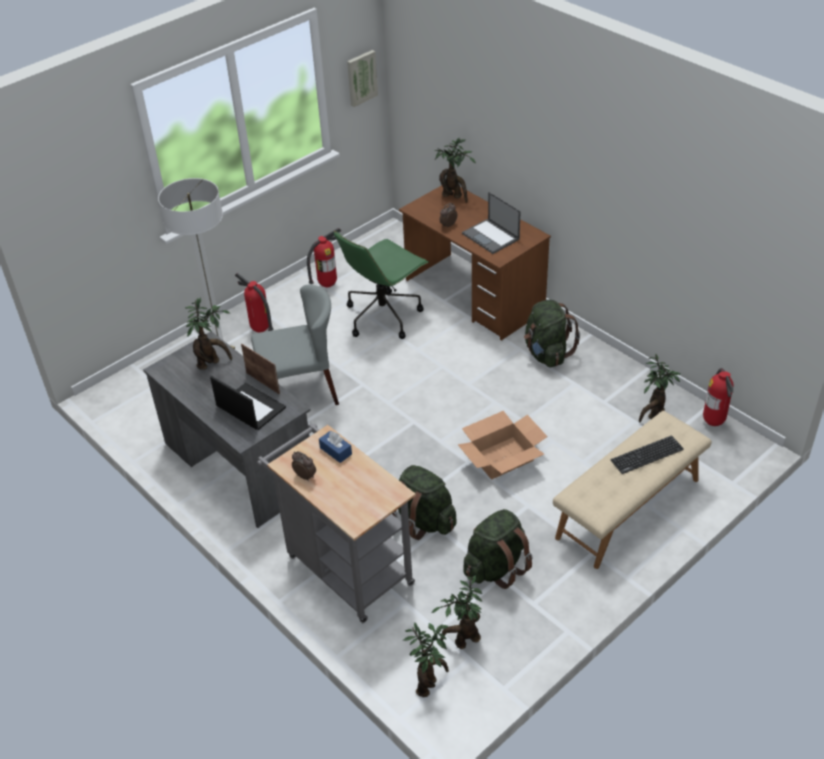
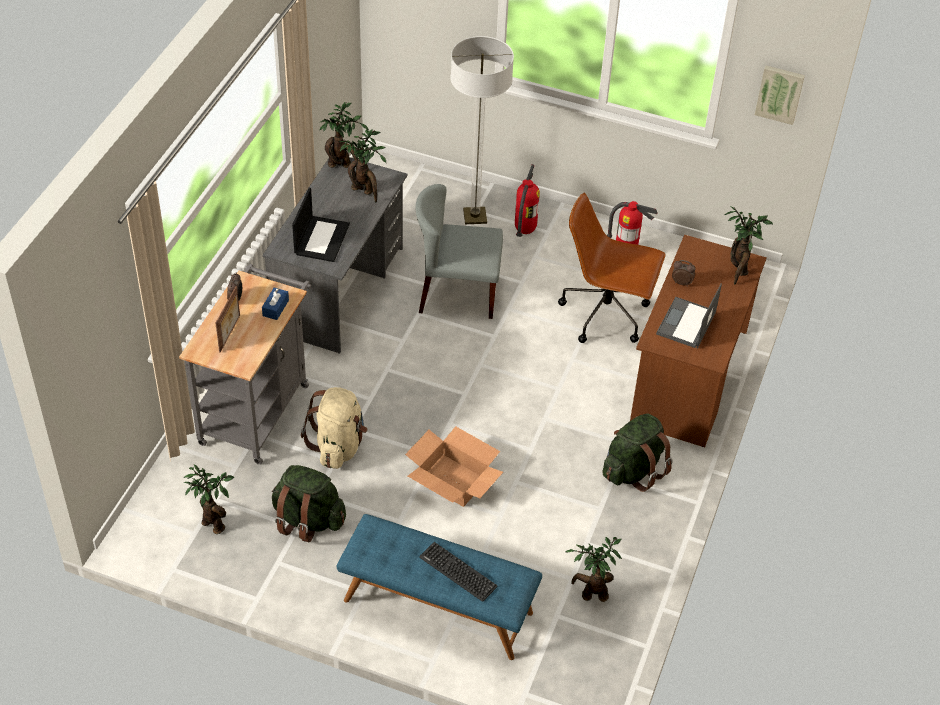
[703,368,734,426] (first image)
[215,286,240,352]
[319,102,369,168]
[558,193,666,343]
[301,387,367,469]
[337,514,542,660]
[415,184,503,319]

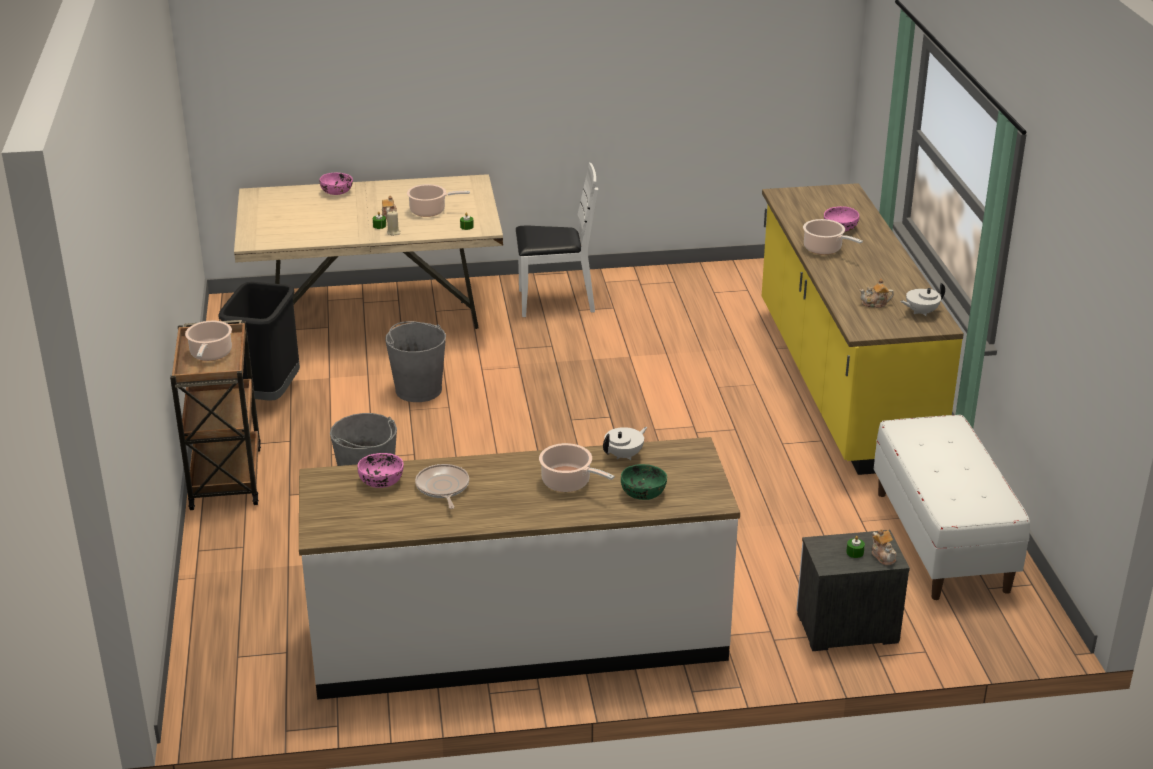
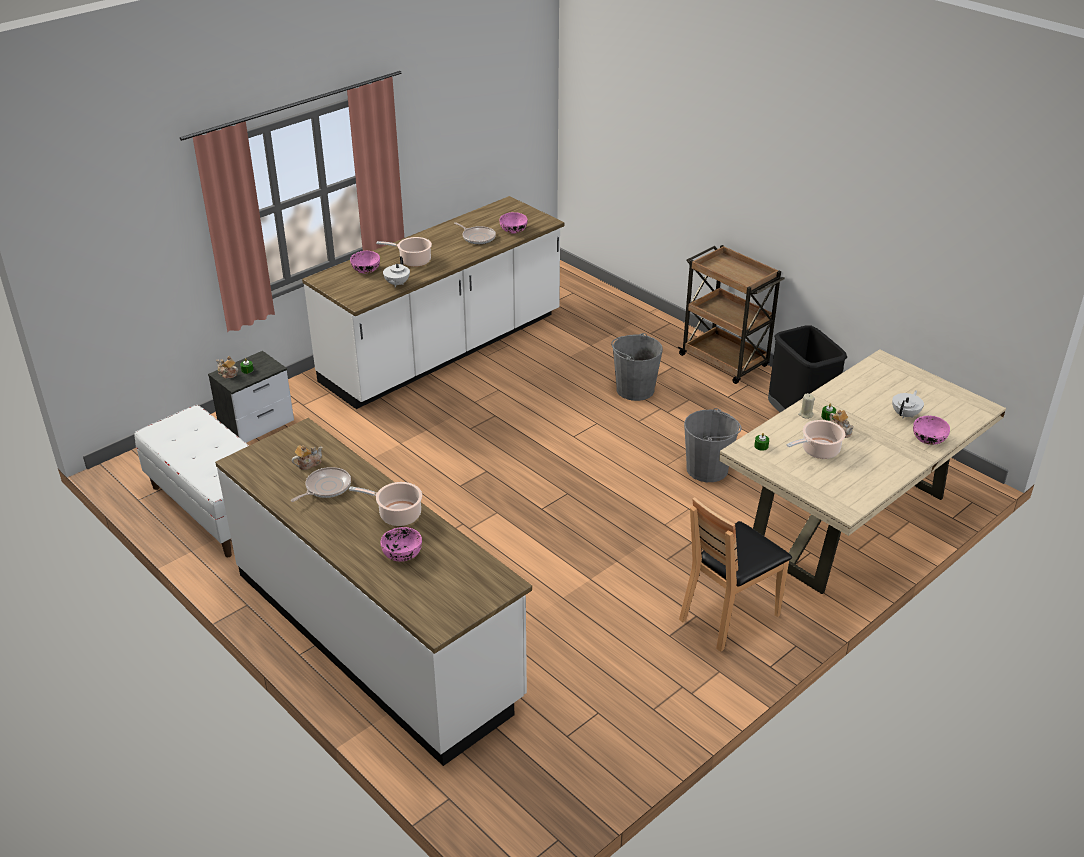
[185,320,232,361] (first image)
[291,467,351,502]
[892,390,924,418]
[679,497,792,652]
[350,251,380,273]
[215,418,532,766]

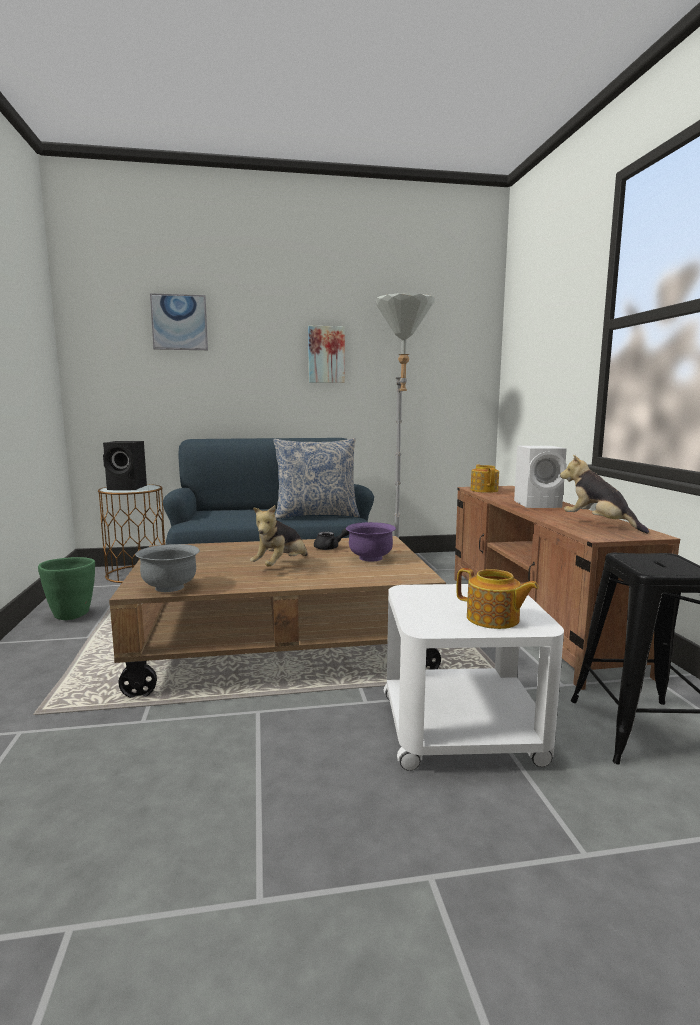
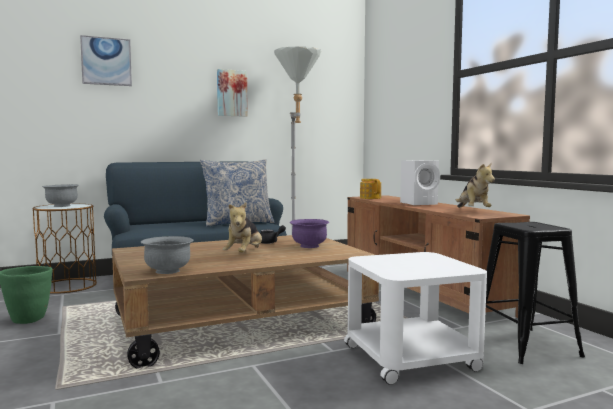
[456,568,539,629] (first image)
[42,184,79,207]
[456,162,495,208]

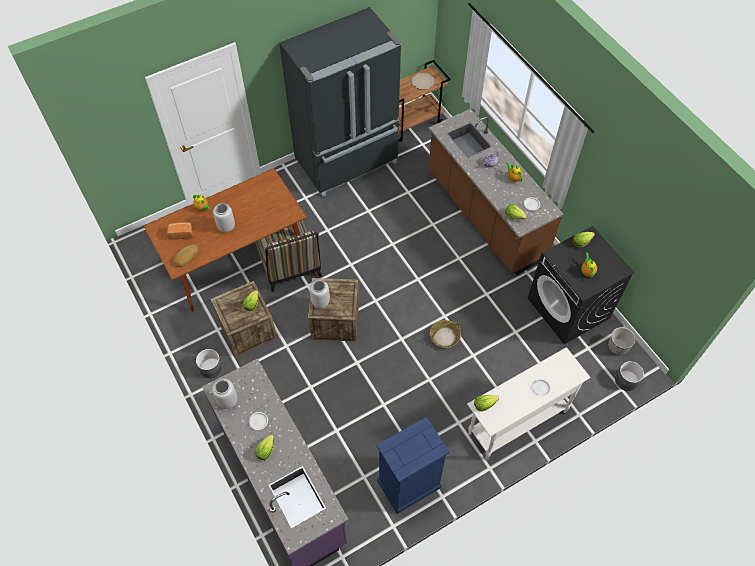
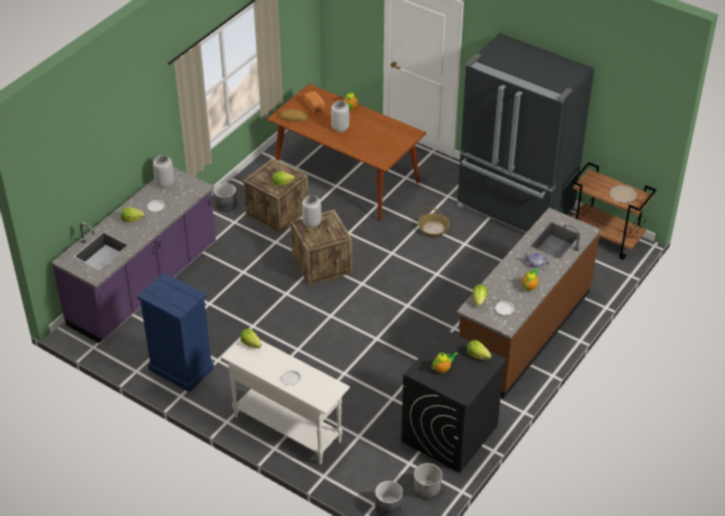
[255,220,322,292] (first image)
[418,207,450,237]

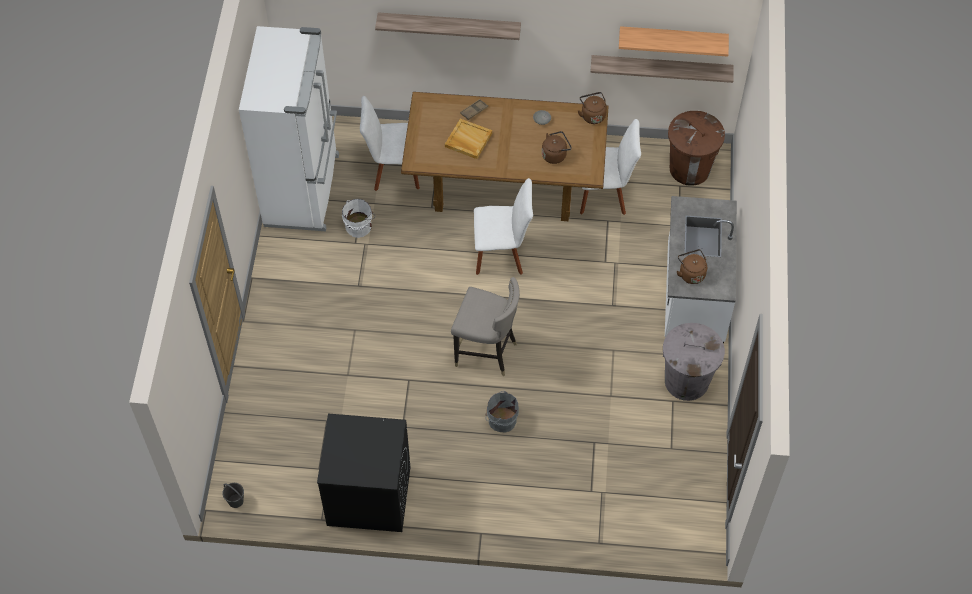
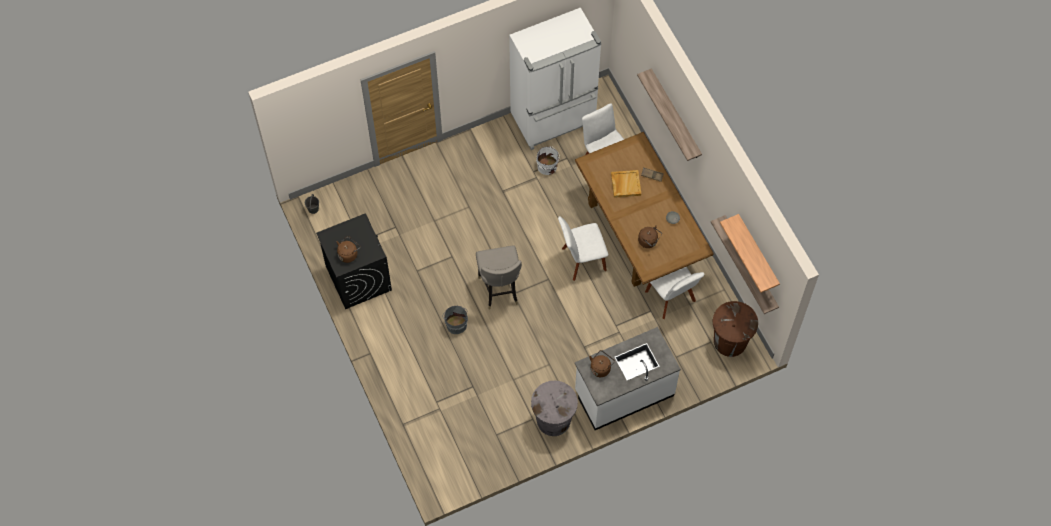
[337,236,360,263]
[558,216,608,281]

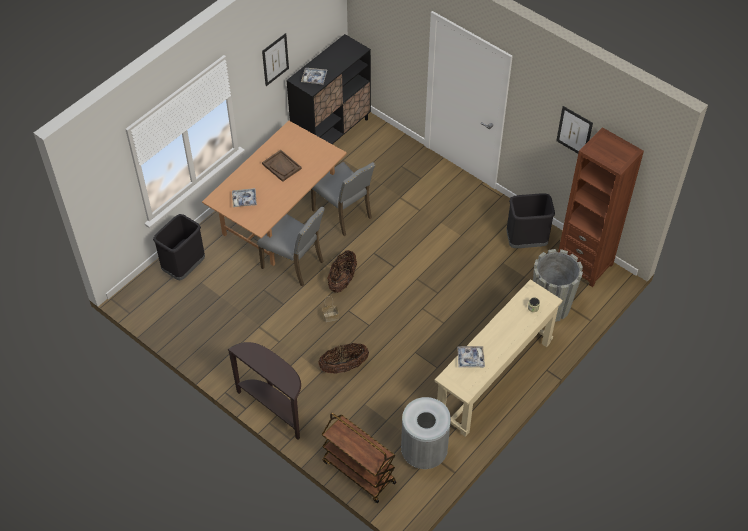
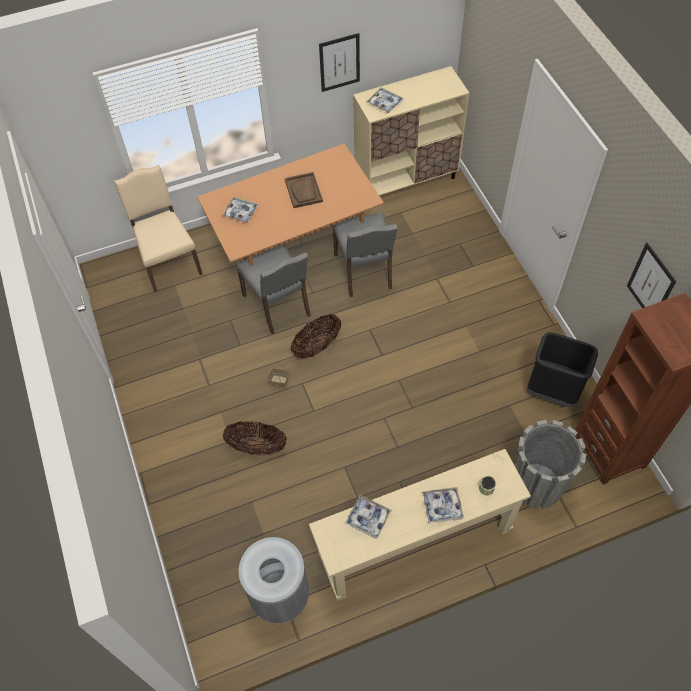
[227,342,301,440] (first image)
[322,413,396,503] (first image)
[423,487,464,523]
[114,165,202,292]
[353,66,469,196]

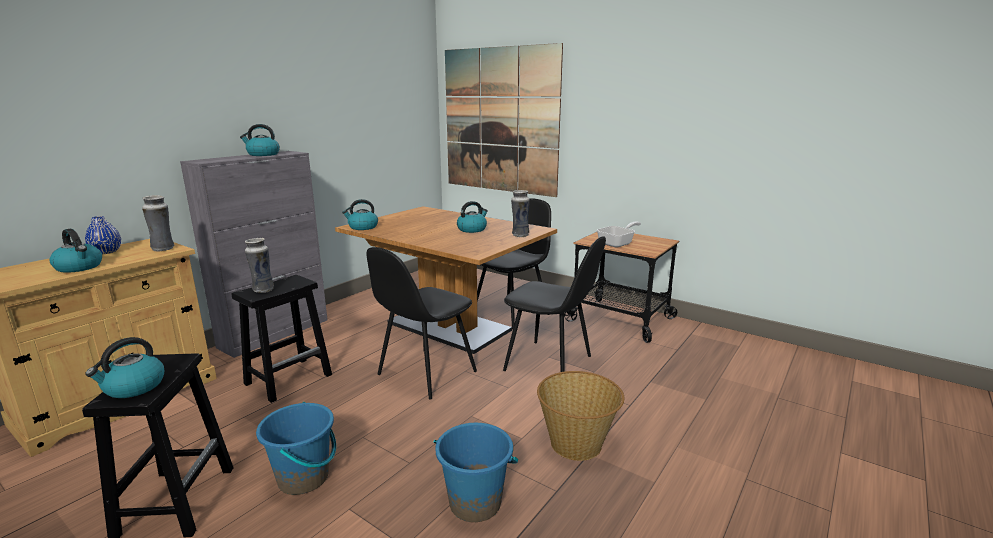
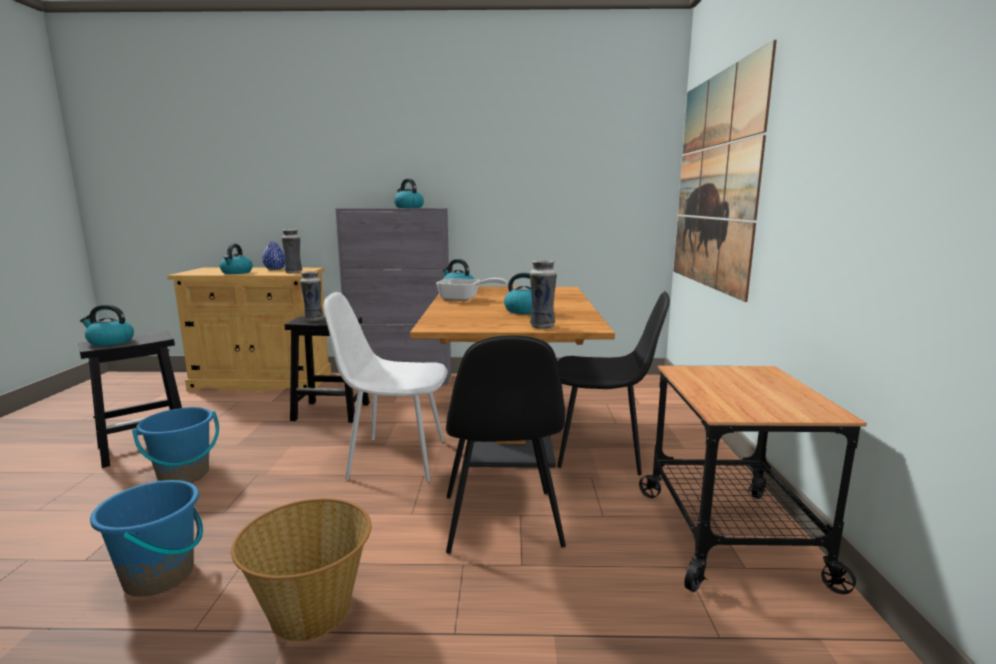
[436,278,507,301]
[324,292,448,482]

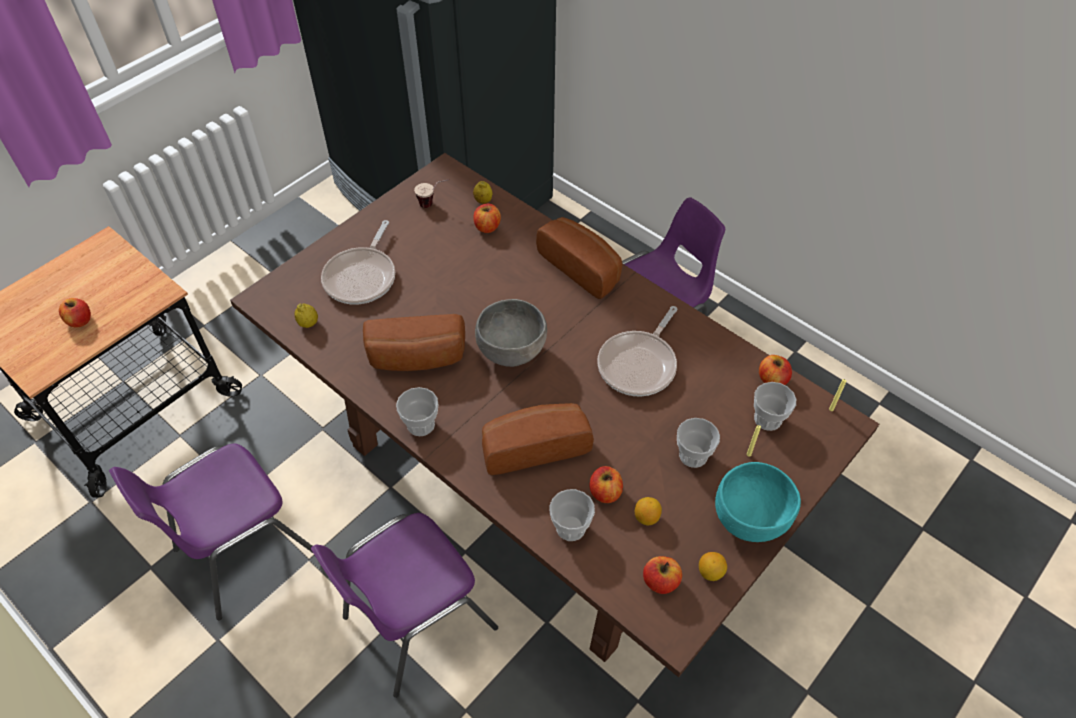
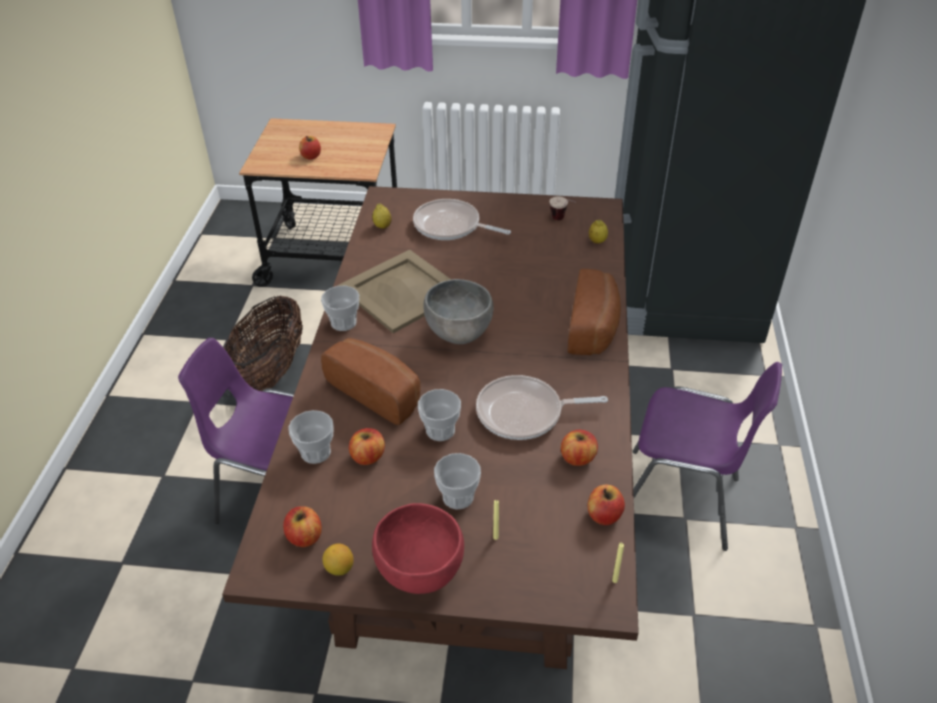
[635,497,662,525] (first image)
[561,430,598,466]
[418,389,461,441]
[224,296,303,391]
[338,250,451,333]
[372,503,464,594]
[413,199,511,240]

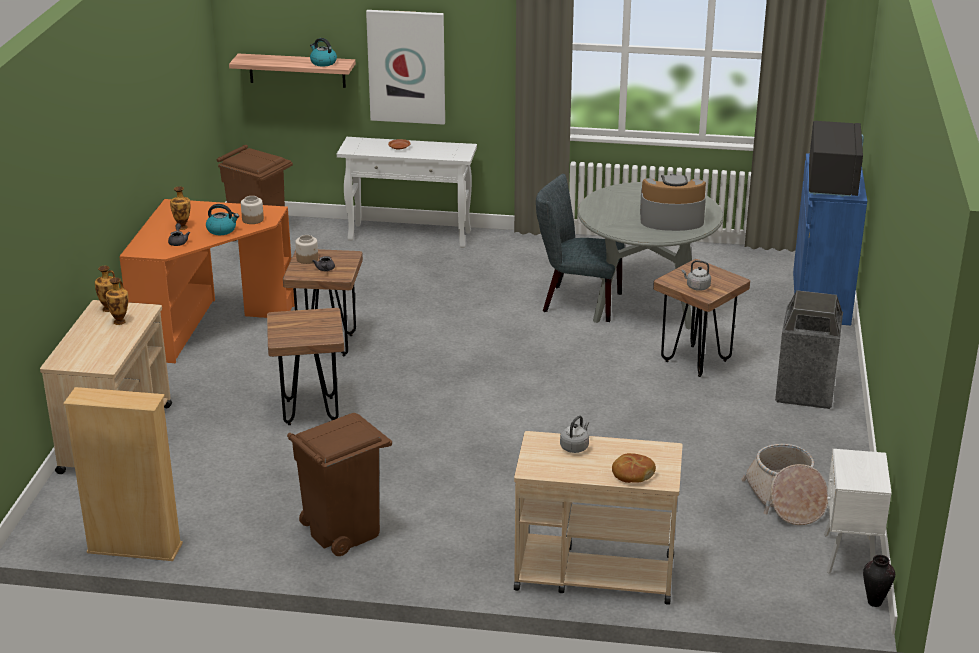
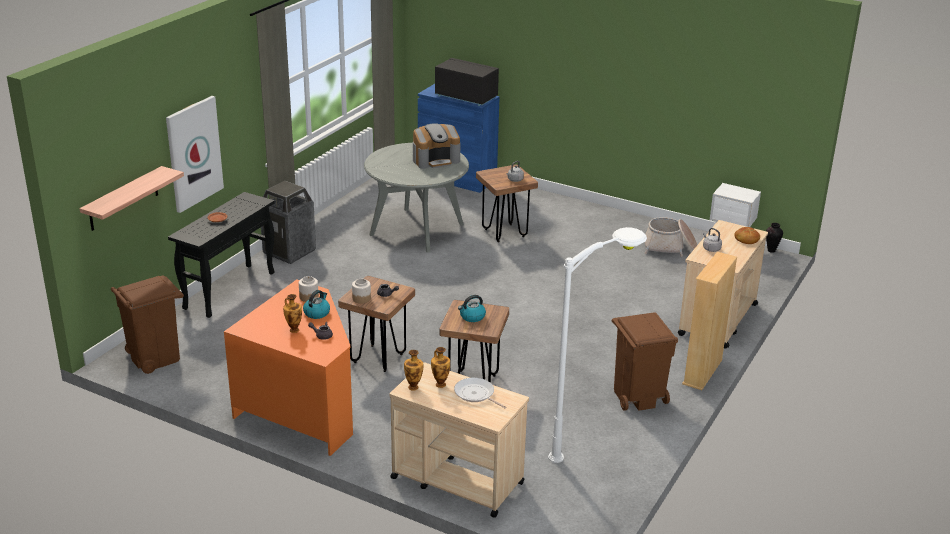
[536,174,624,322] (first image)
[454,377,507,409]
[548,227,647,463]
[682,252,737,390]
[458,295,486,322]
[261,181,316,264]
[168,192,275,318]
[413,123,460,169]

